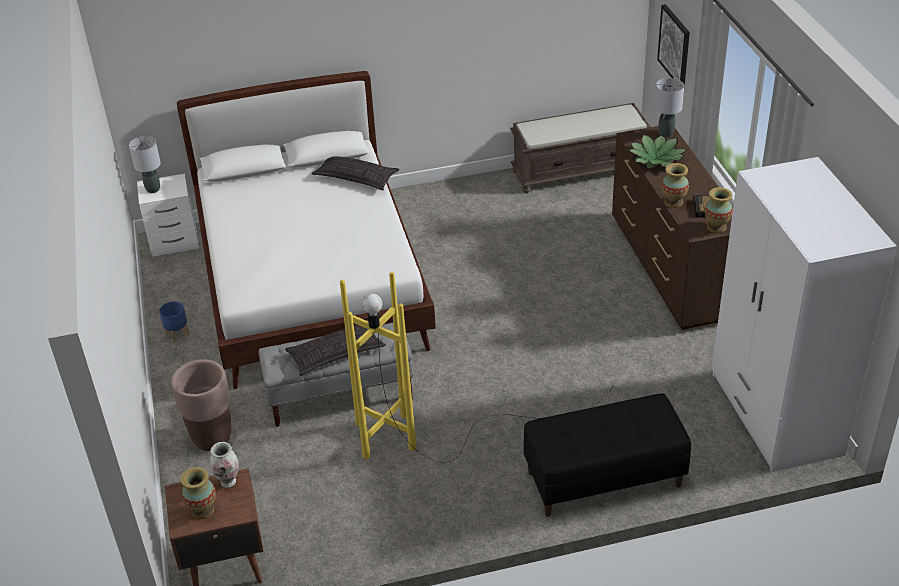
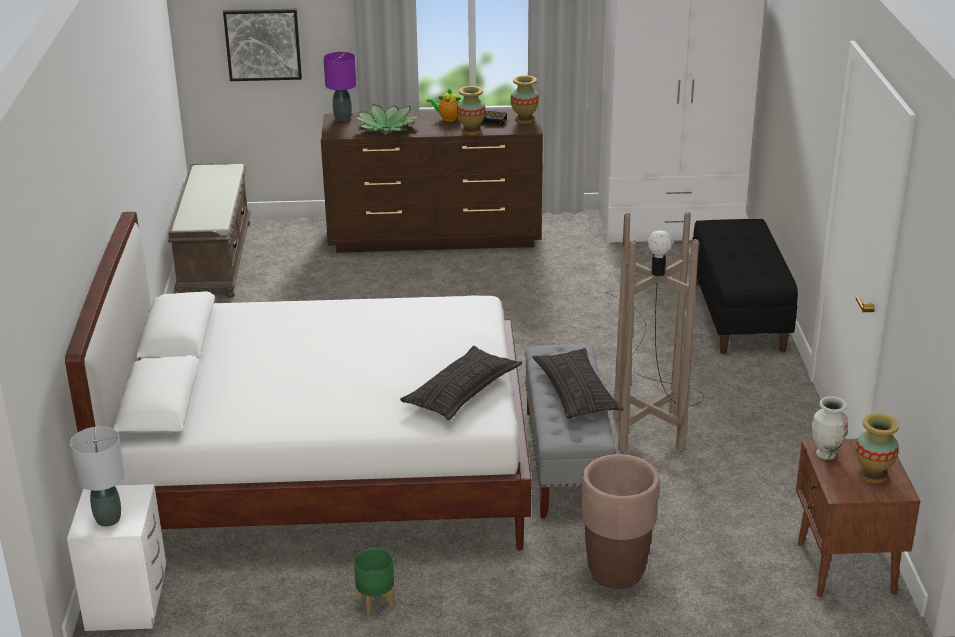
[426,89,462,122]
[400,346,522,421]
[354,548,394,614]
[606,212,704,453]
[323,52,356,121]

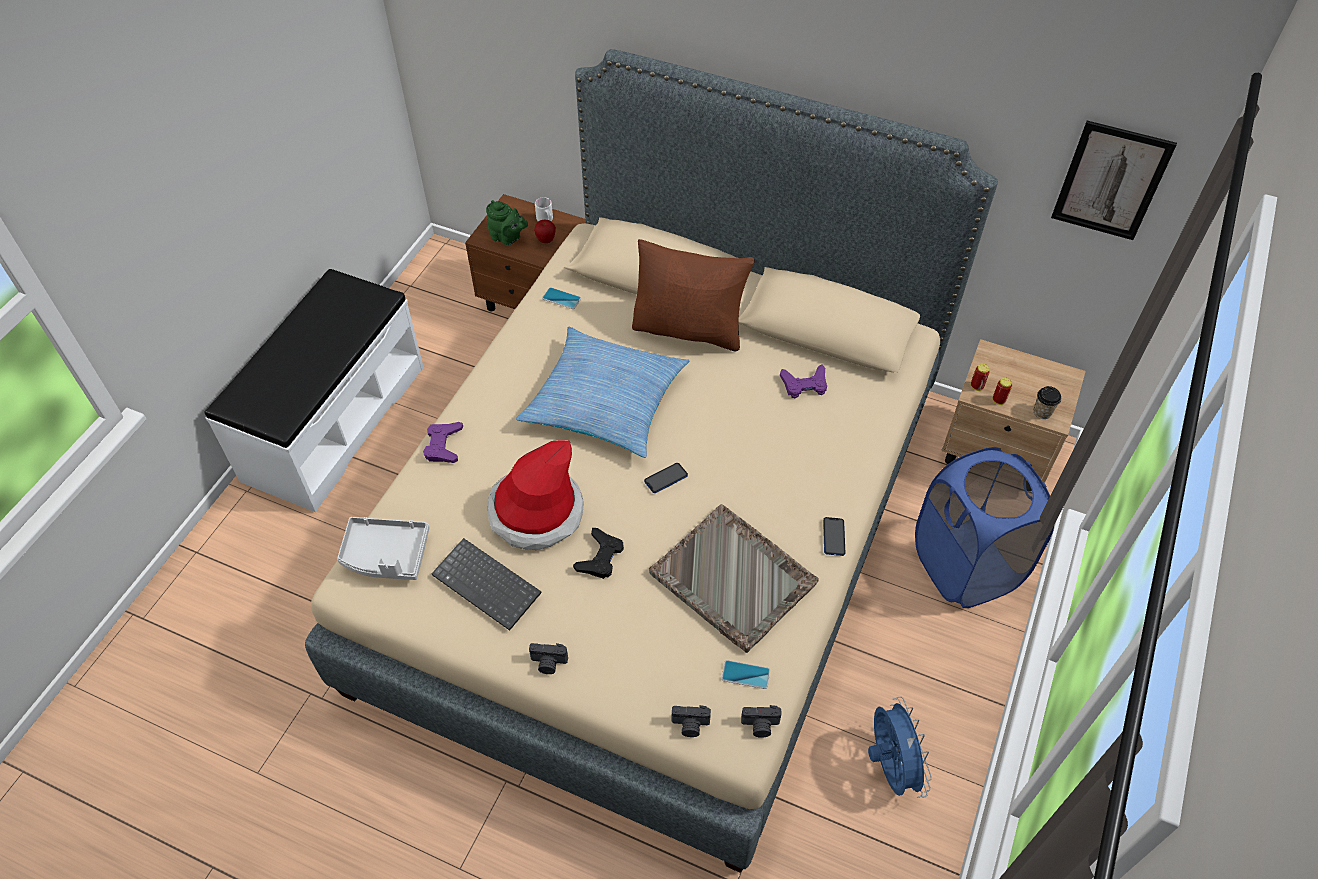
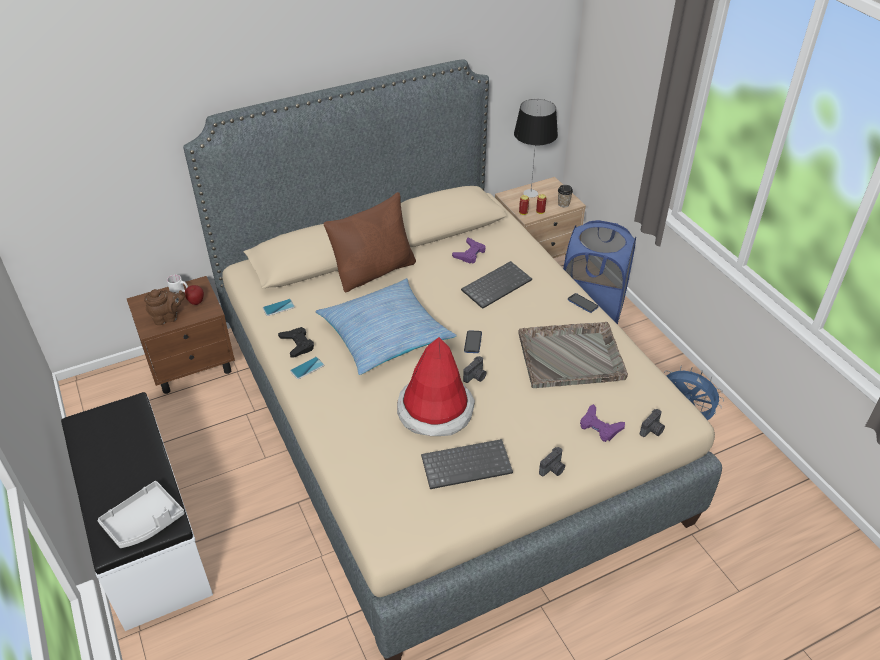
[1051,121,1177,240] (first image)
[461,261,532,309]
[514,99,558,198]
[98,481,185,548]
[580,404,625,442]
[278,327,314,358]
[290,357,324,379]
[463,356,486,383]
[144,289,186,325]

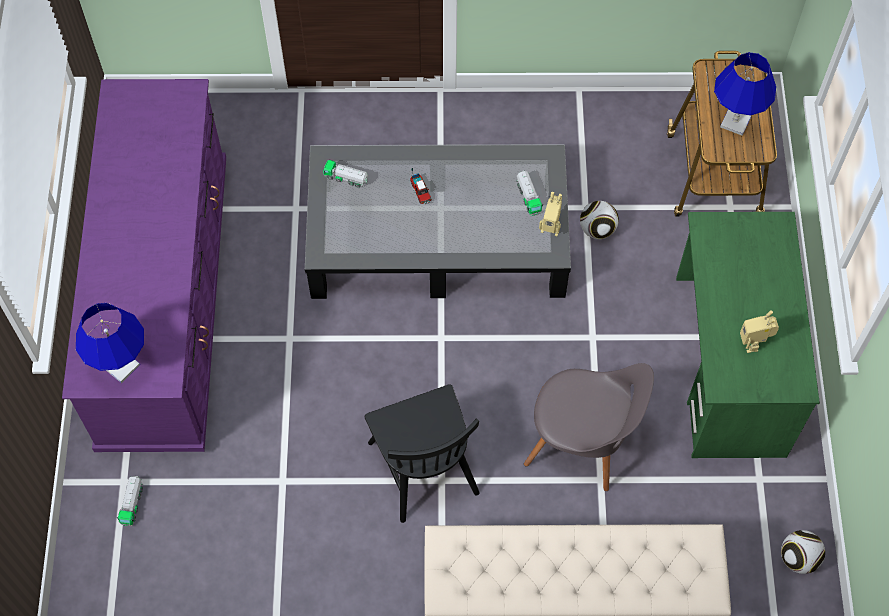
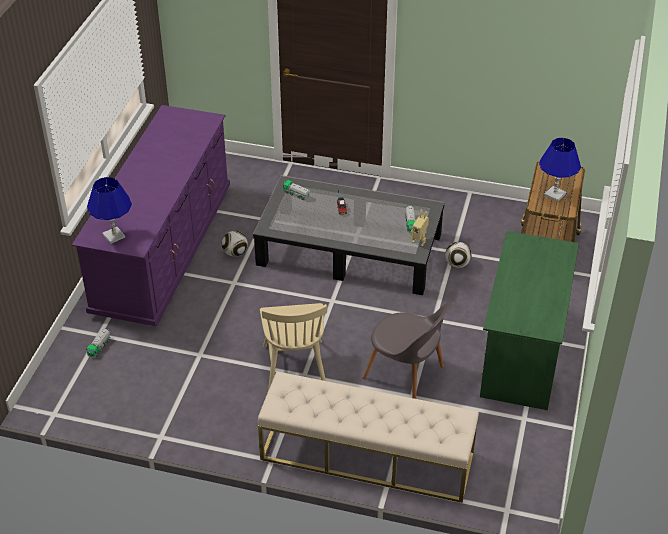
[740,310,779,353] (first image)
[222,231,248,257]
[260,303,327,391]

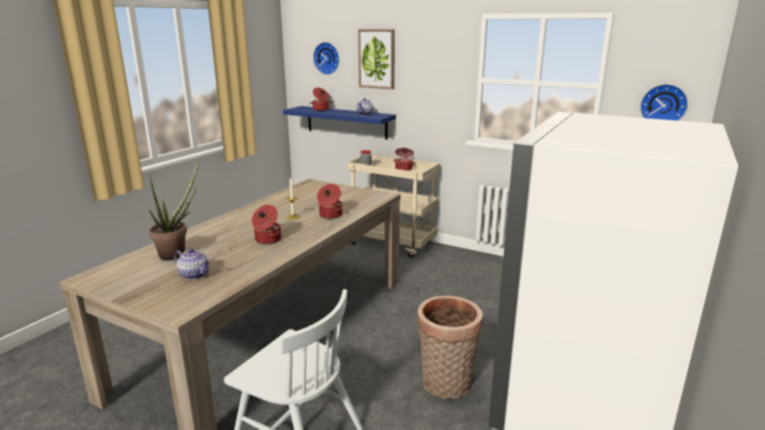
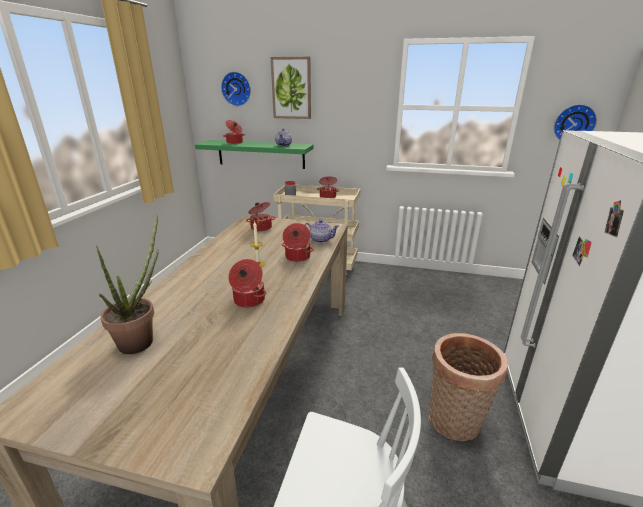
[246,202,276,232]
[304,219,339,243]
[195,140,314,169]

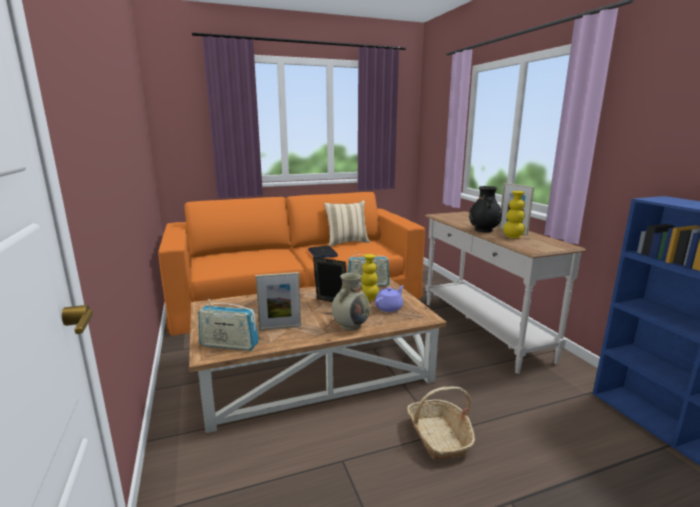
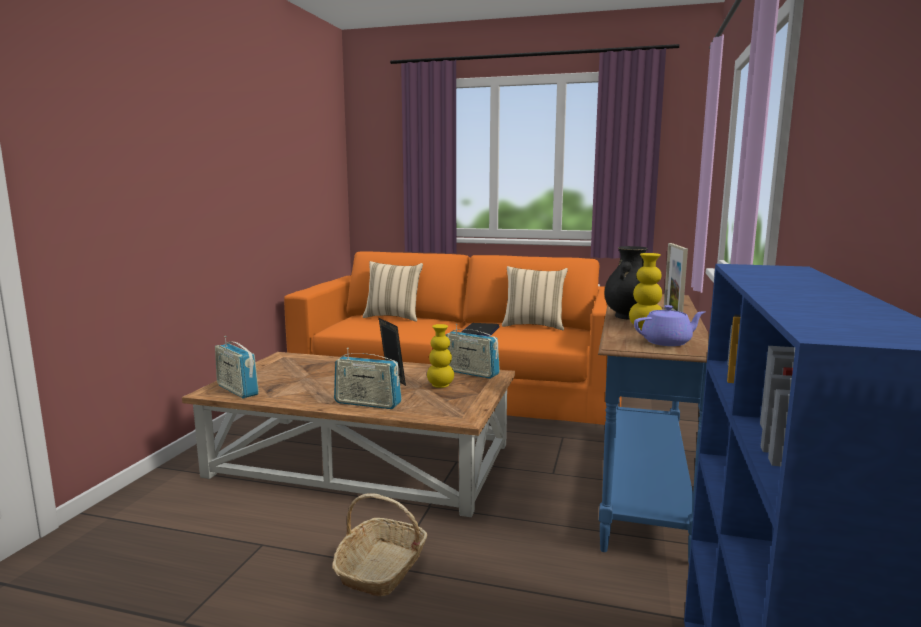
[256,272,301,330] (first image)
[362,261,423,322]
[634,305,705,346]
[334,348,402,409]
[598,294,709,563]

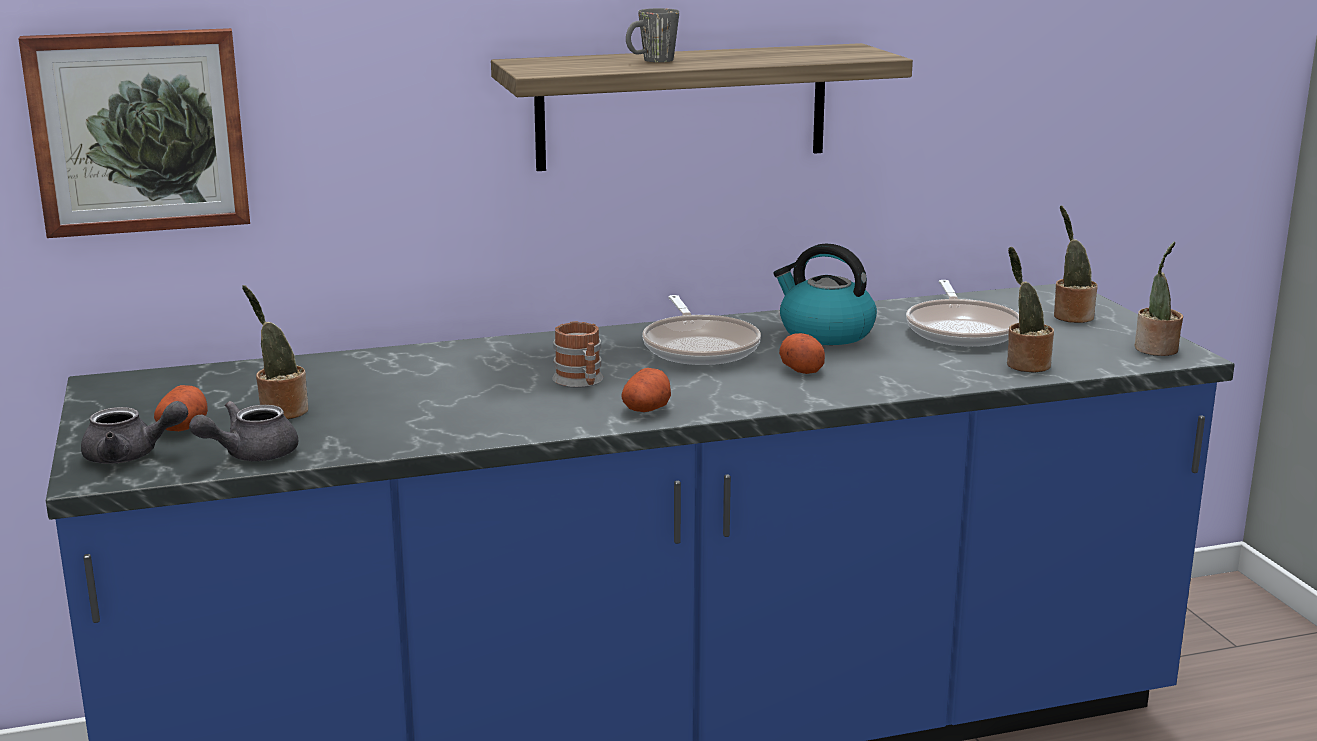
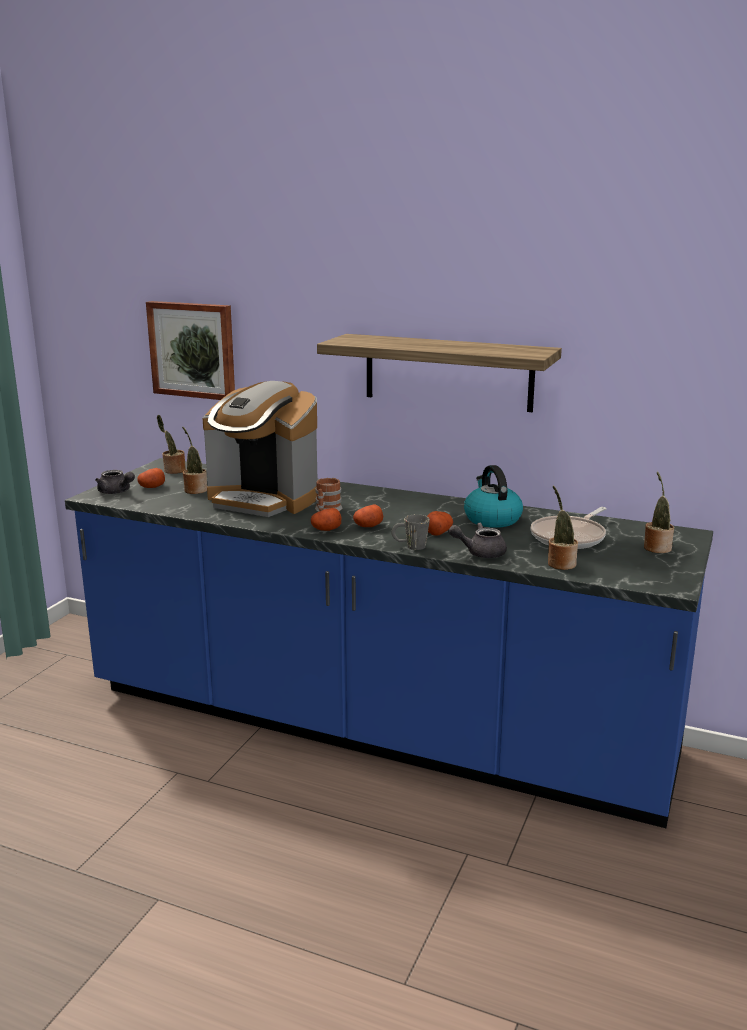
[642,295,761,365] (first image)
[202,381,318,517]
[353,504,383,527]
[448,523,507,558]
[391,514,430,550]
[157,415,186,474]

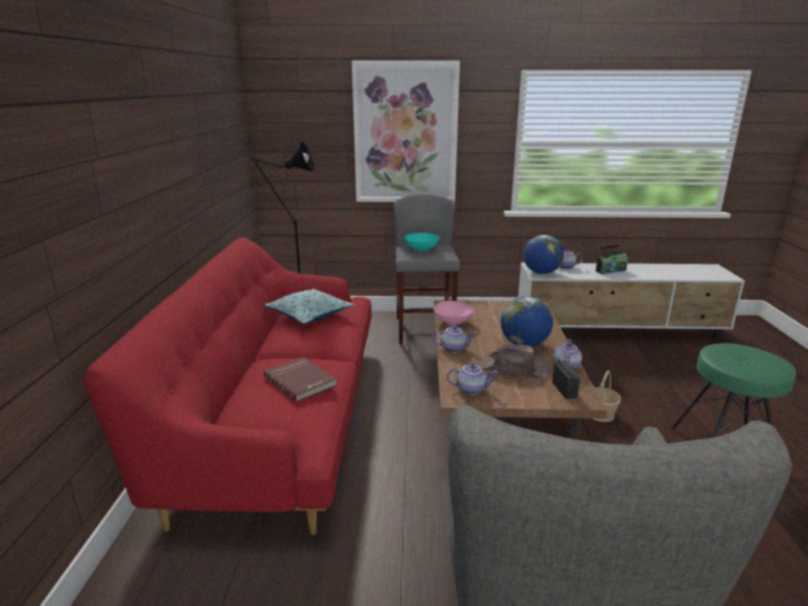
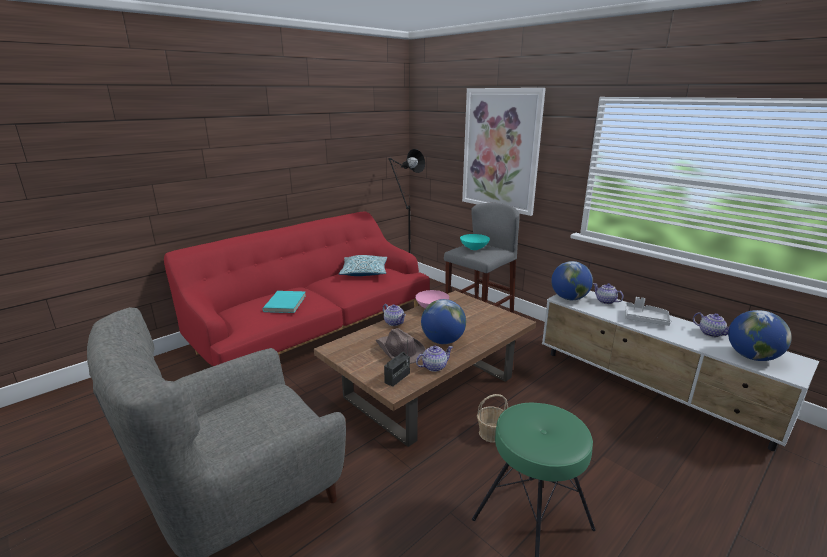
[728,310,792,361]
[693,312,730,337]
[625,297,671,326]
[263,291,306,313]

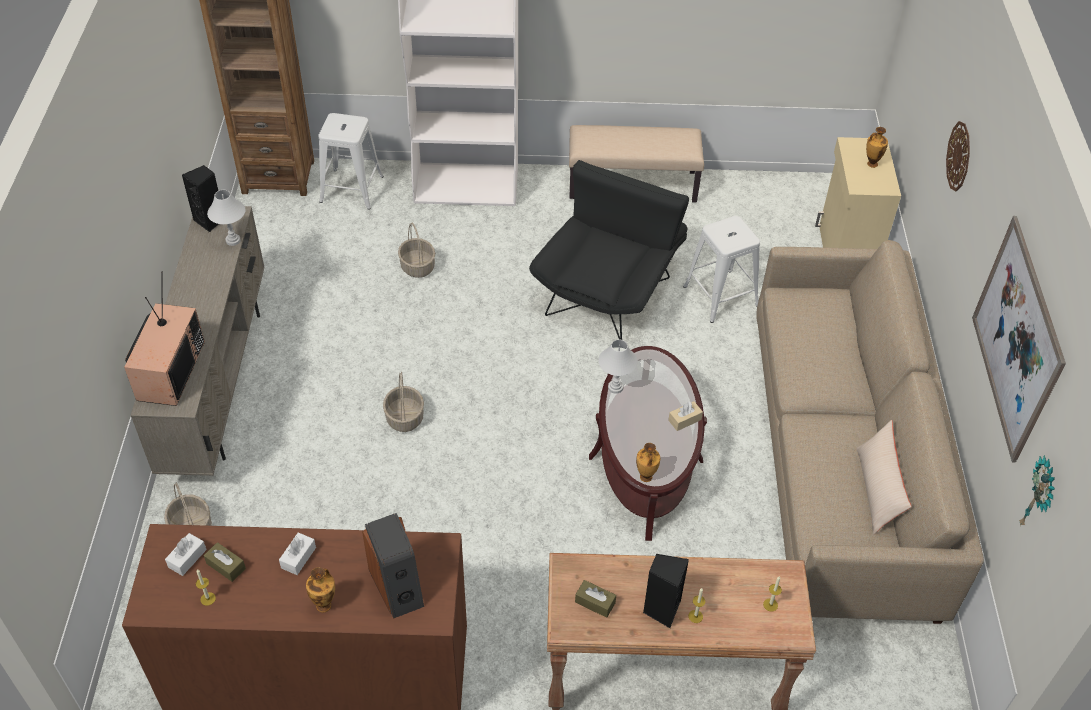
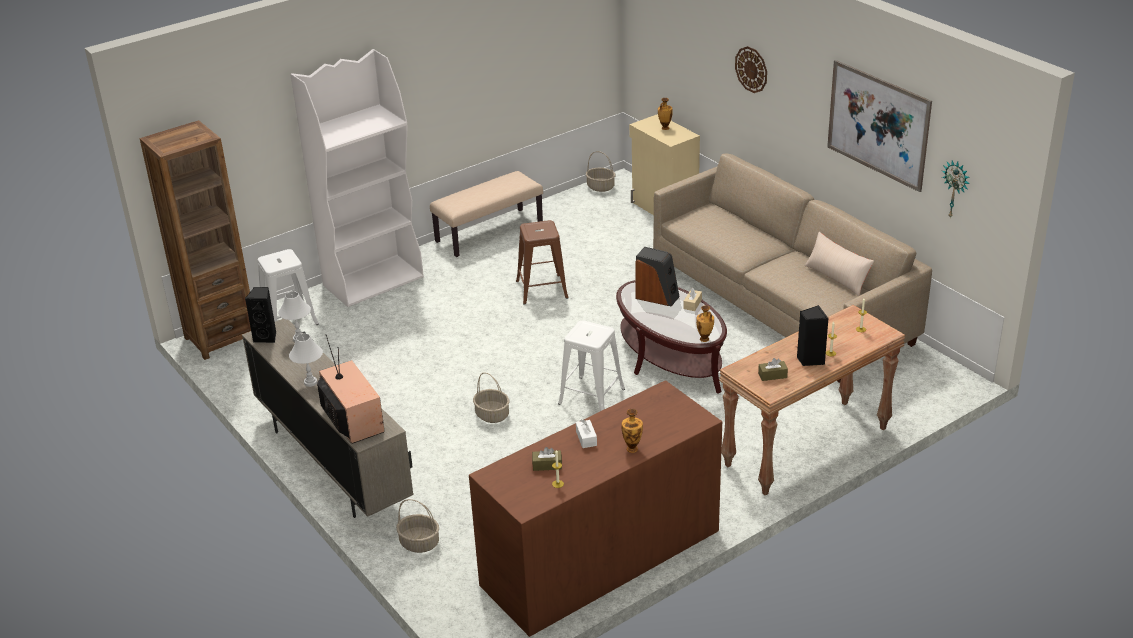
[165,533,207,576] (first image)
[636,247,680,307]
[586,151,615,192]
[289,333,323,387]
[558,320,625,411]
[516,220,569,305]

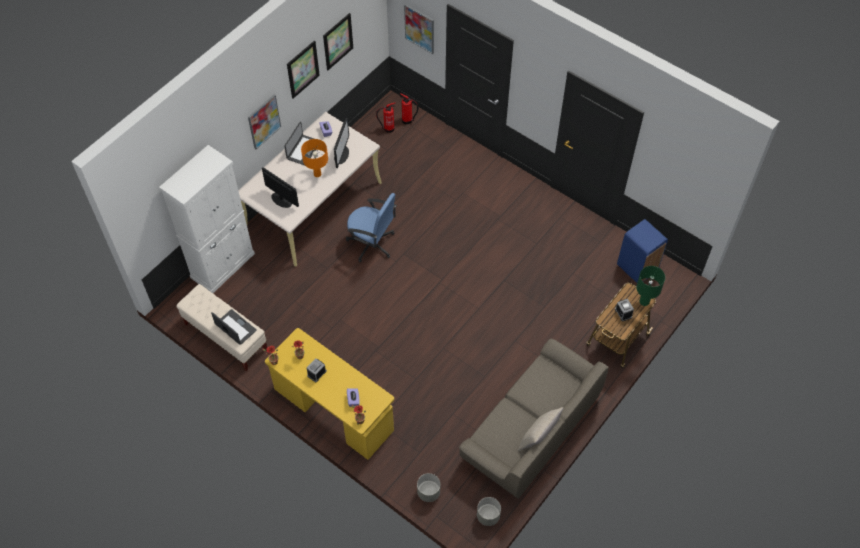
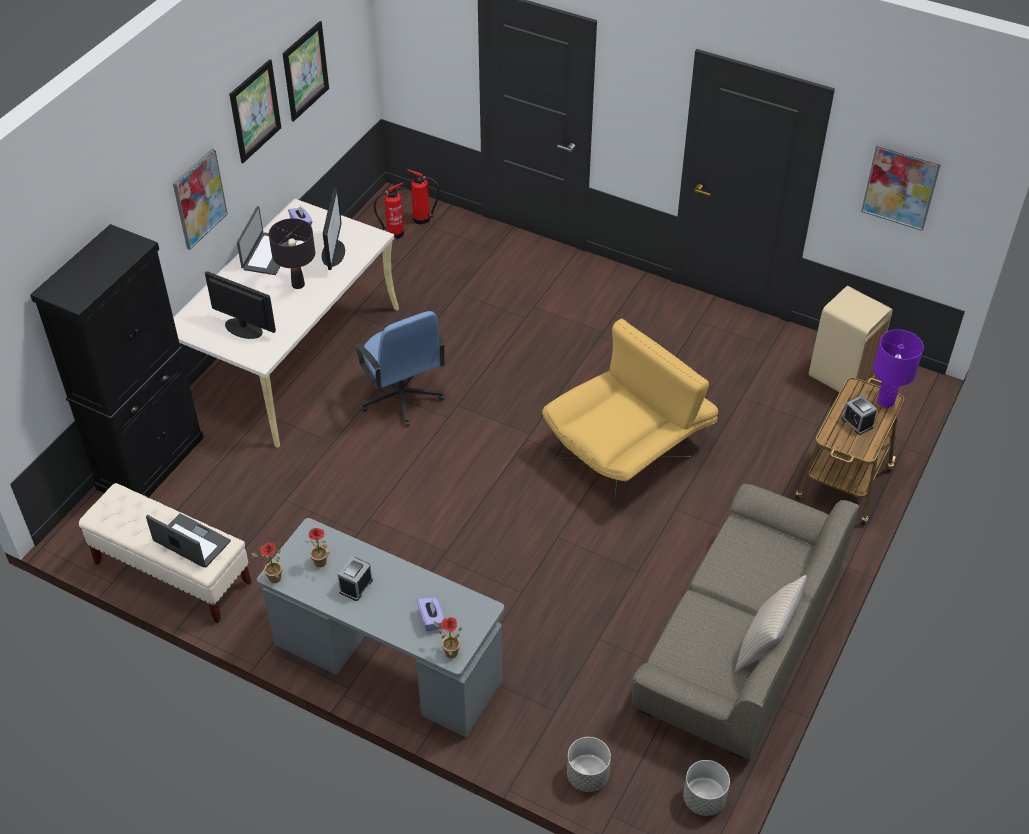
[542,319,718,507]
[861,144,941,231]
[30,224,204,498]
[257,518,504,737]
[269,218,315,289]
[809,286,893,397]
[873,329,924,408]
[354,311,446,427]

